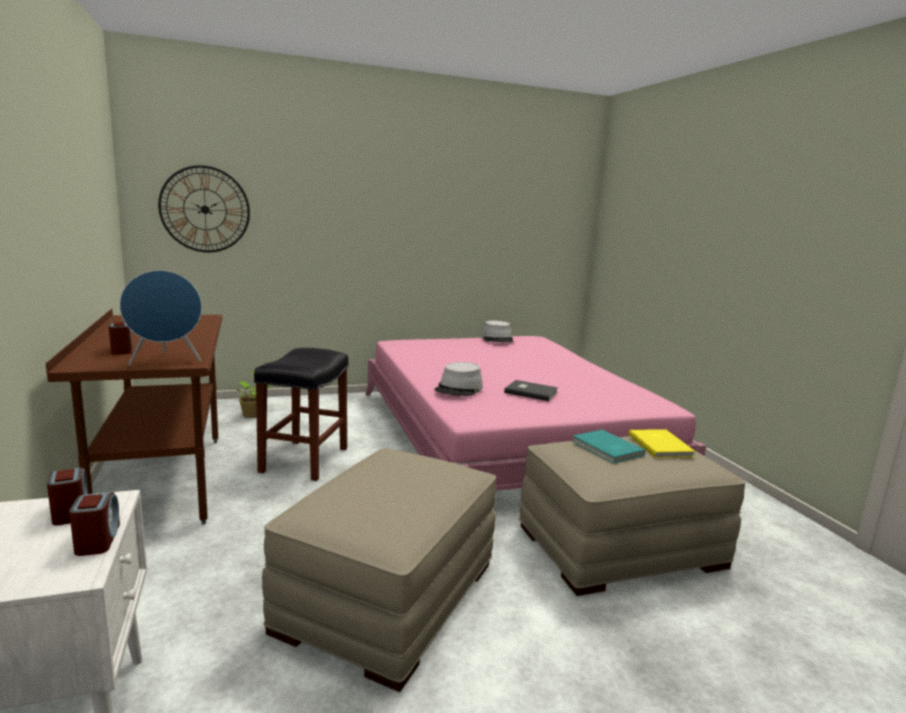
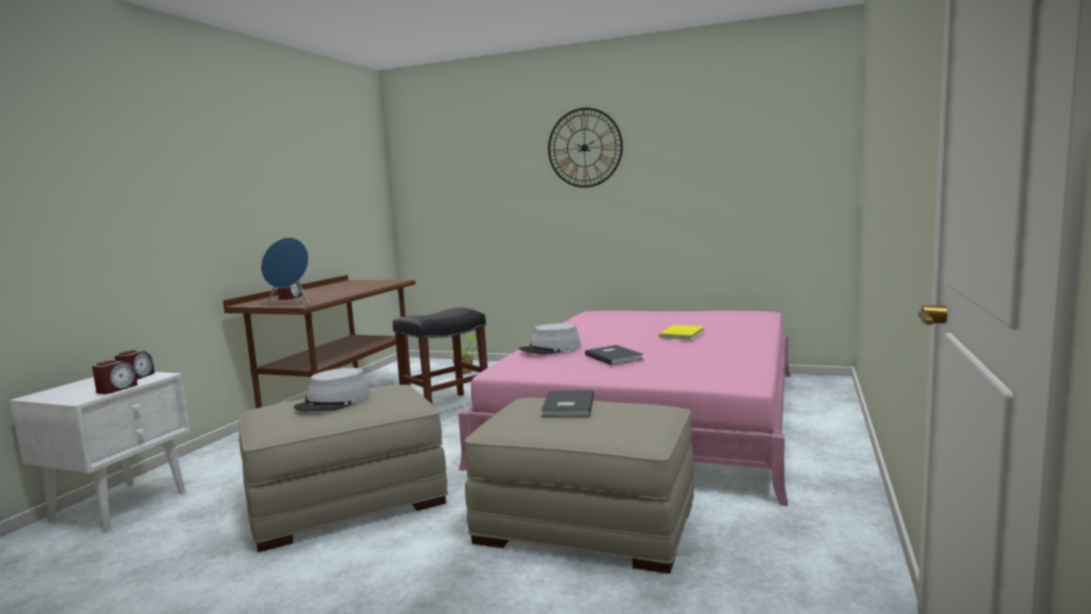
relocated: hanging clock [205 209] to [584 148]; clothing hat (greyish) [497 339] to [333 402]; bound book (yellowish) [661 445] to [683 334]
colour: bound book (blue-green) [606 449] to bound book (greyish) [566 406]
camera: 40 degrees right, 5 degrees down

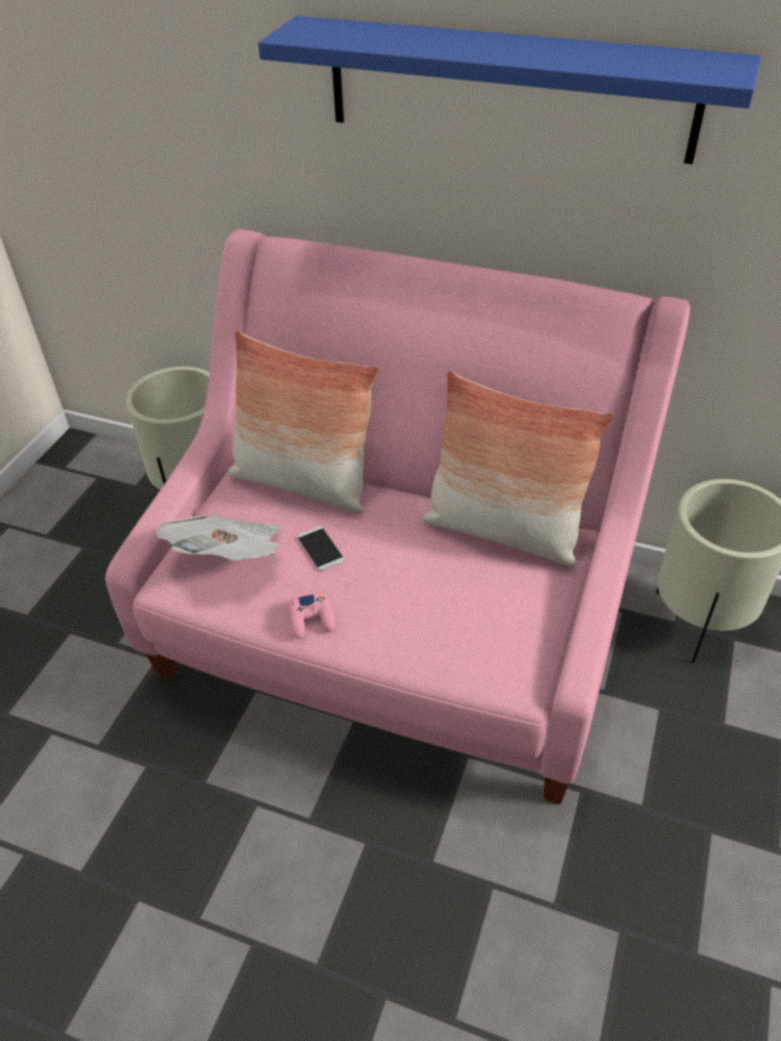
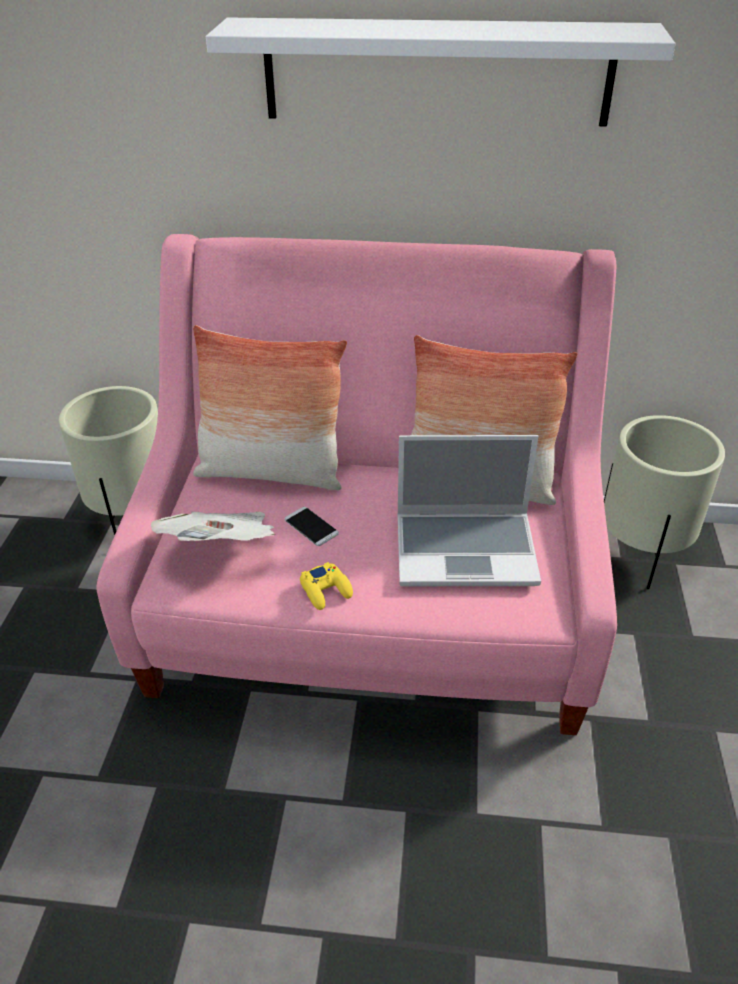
appeared: portable computer [467 549]
colour: shelf (blue-coloured) [508 89] to shelf (whitish) [436 72]; joypad (pinkish) [312 619] to joypad (yellowish) [326 590]
camera: 15 degrees left, 5 degrees down

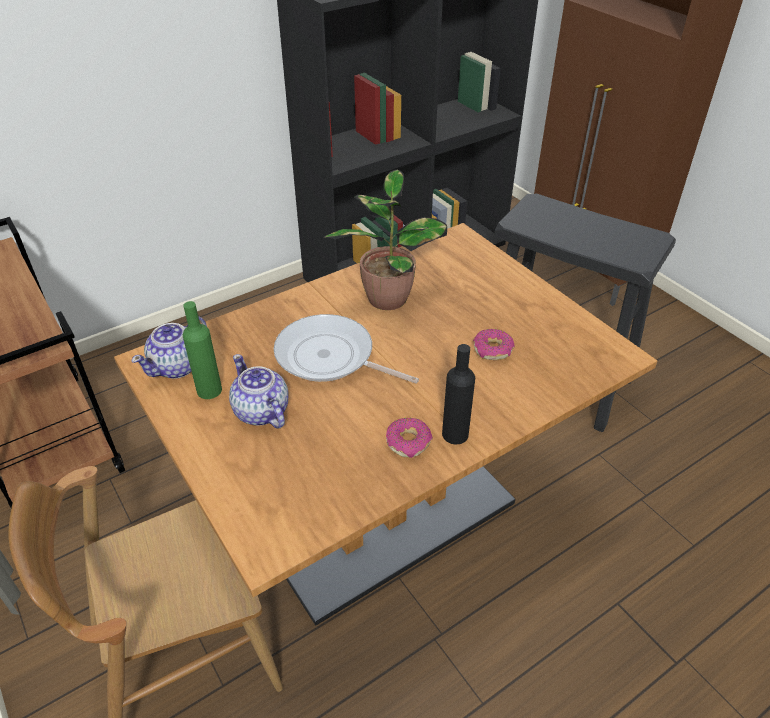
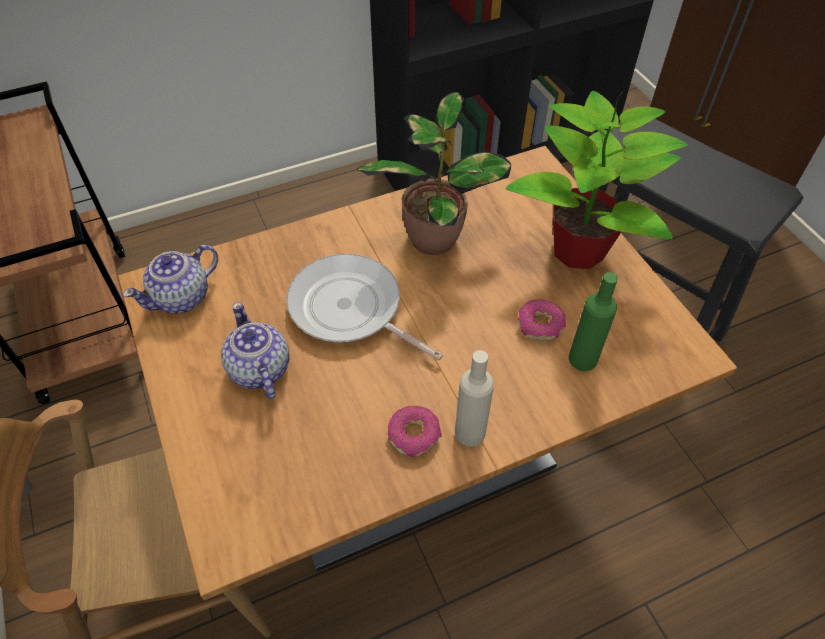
appeared: potted plant [580 250]
relocated: drink bottle (greenish) [209 390] to [583 359]
colour: drink bottle (blackish) [455 434] to drink bottle (beige-coloured) [470 432]
camera: 10 degrees right, 10 degrees up

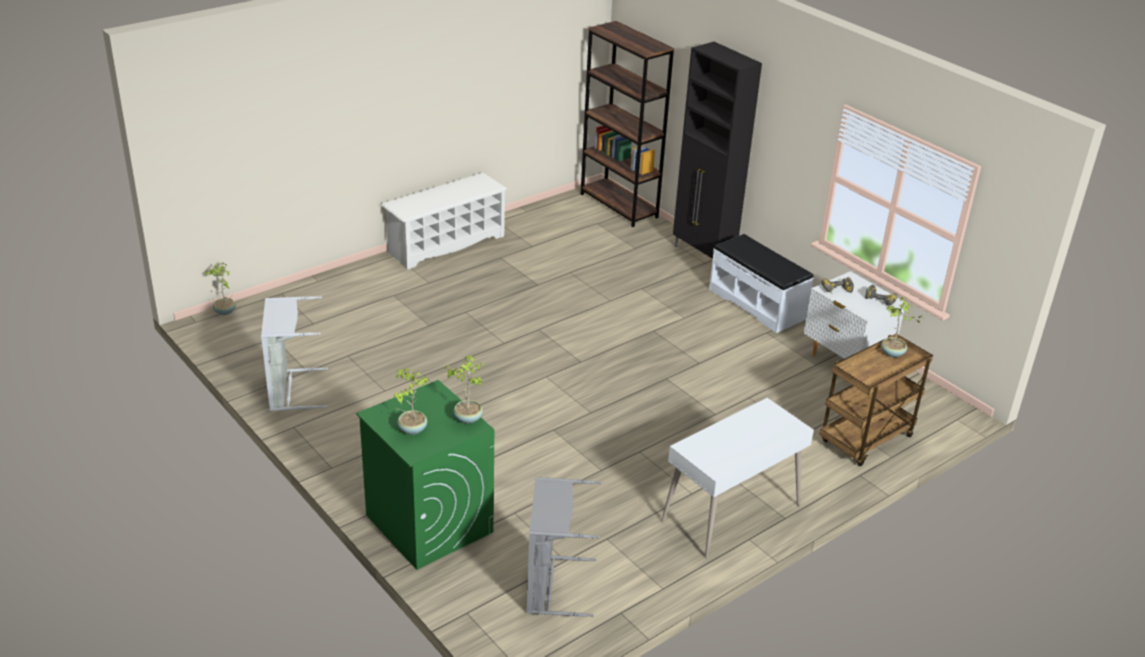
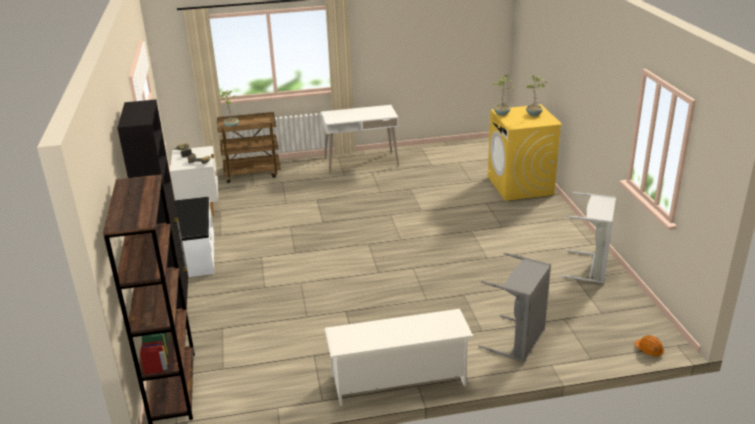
relocated: washing basket (greyish) [551 585] to [519 341]
exchanged: potted plant [224 312] to work helmet (orange) [649 350]
colour: laundry appliance (greenish) [428 523] to laundry appliance (yellowish) [520 186]
camera: 150 degrees left, 5 degrees down

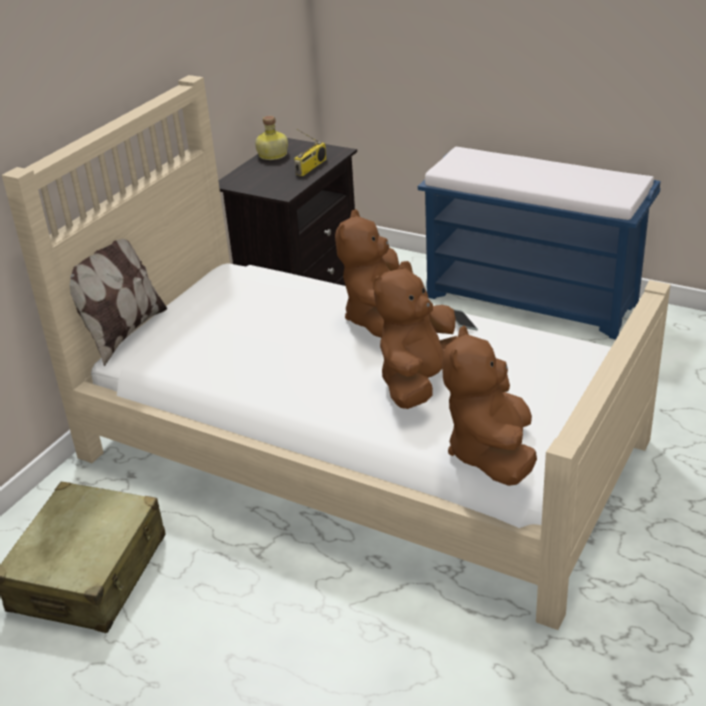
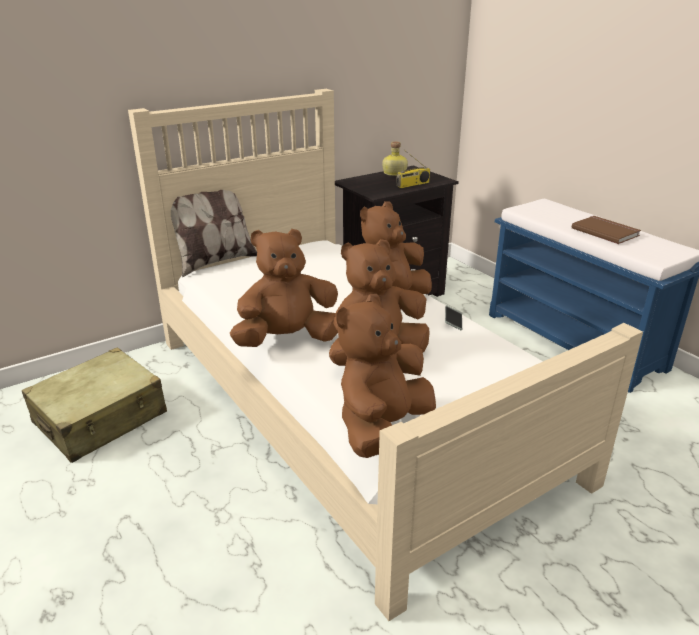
appeared: plush toy (brown-coloured) [287 340]; bound book (brown-coloured) [605 231]
camera: 25 degrees right, 5 degrees down

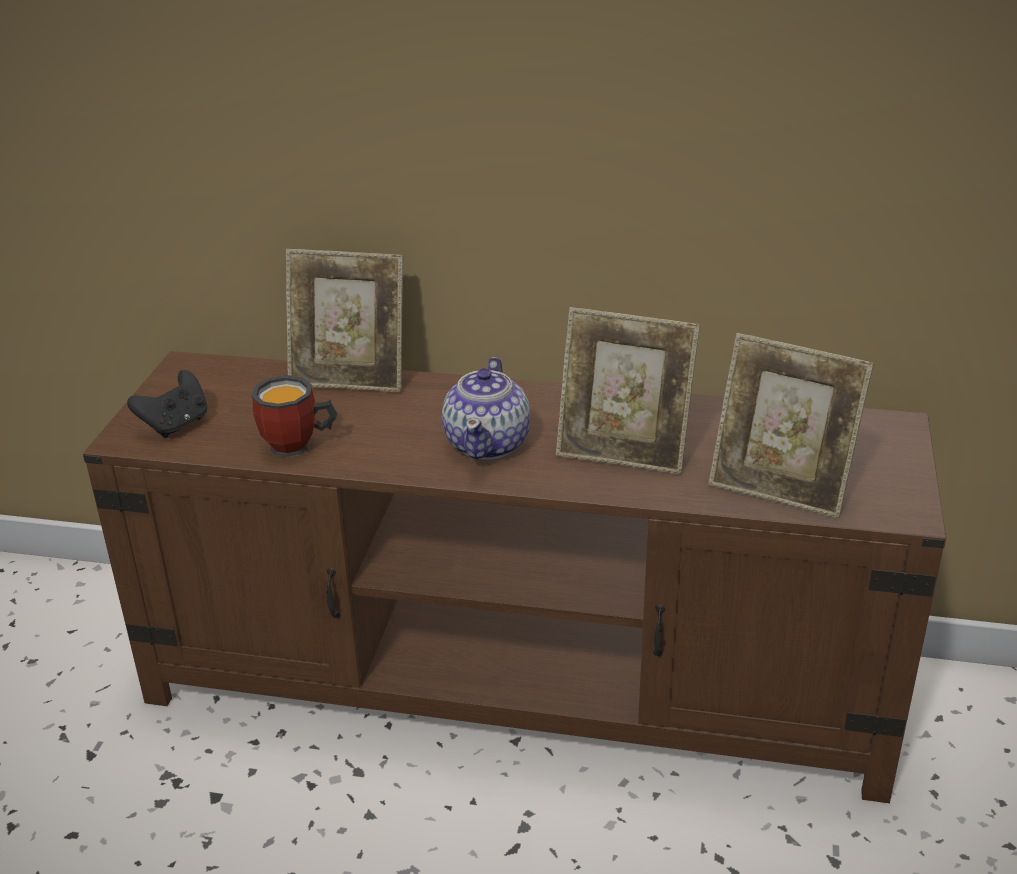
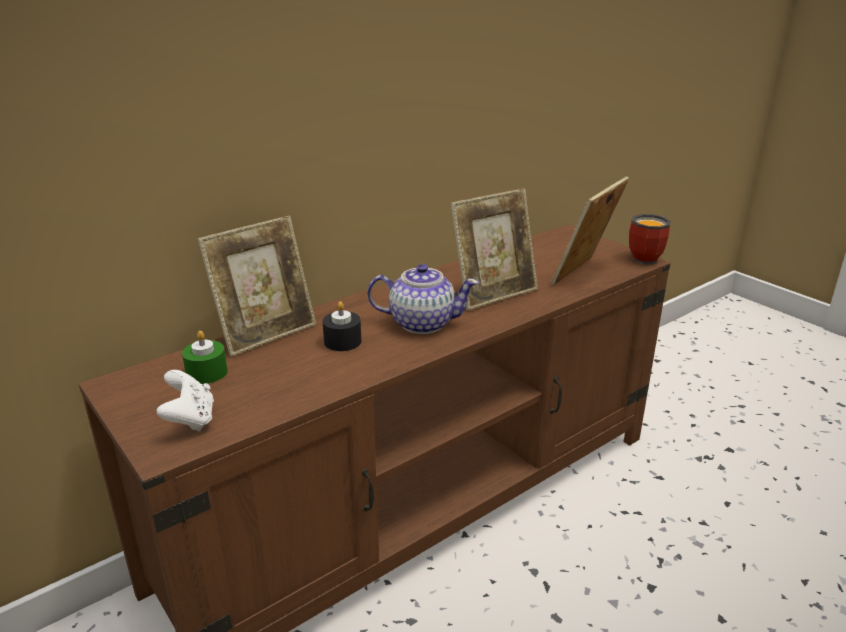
appeared: candle (greenish) [207 373]; candle (blackish) [342 341]
relocated: coffee mug [297 447] to [649 258]
colour: joypad (blackish) [176 425] to joypad (whitish) [190 420]
spun: tea pot [488 443] = [421 323] 45 degrees counterclockwise; picture frame [780 488] = [584 274] 150 degrees clockwise
camera: 50 degrees left, 5 degrees down

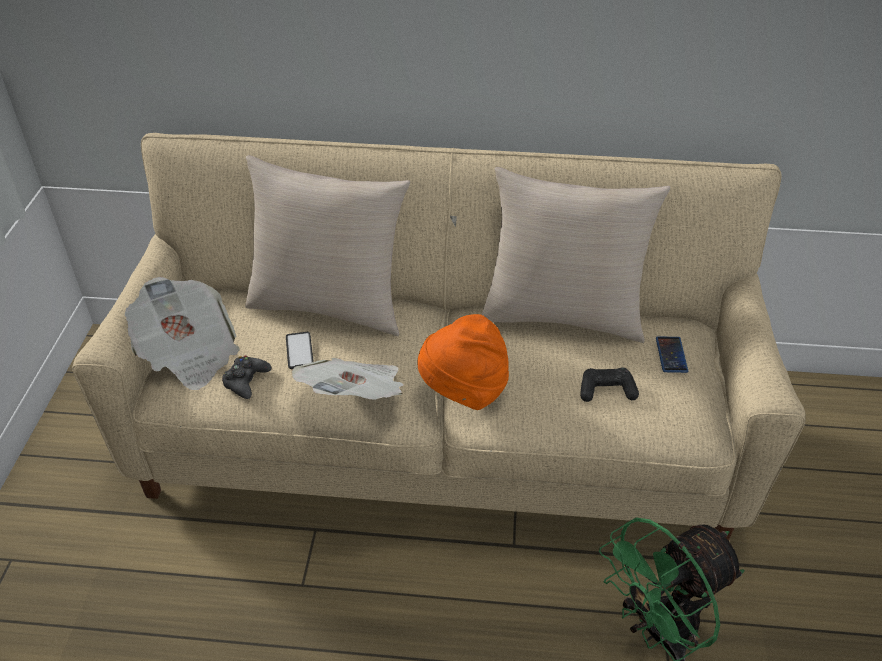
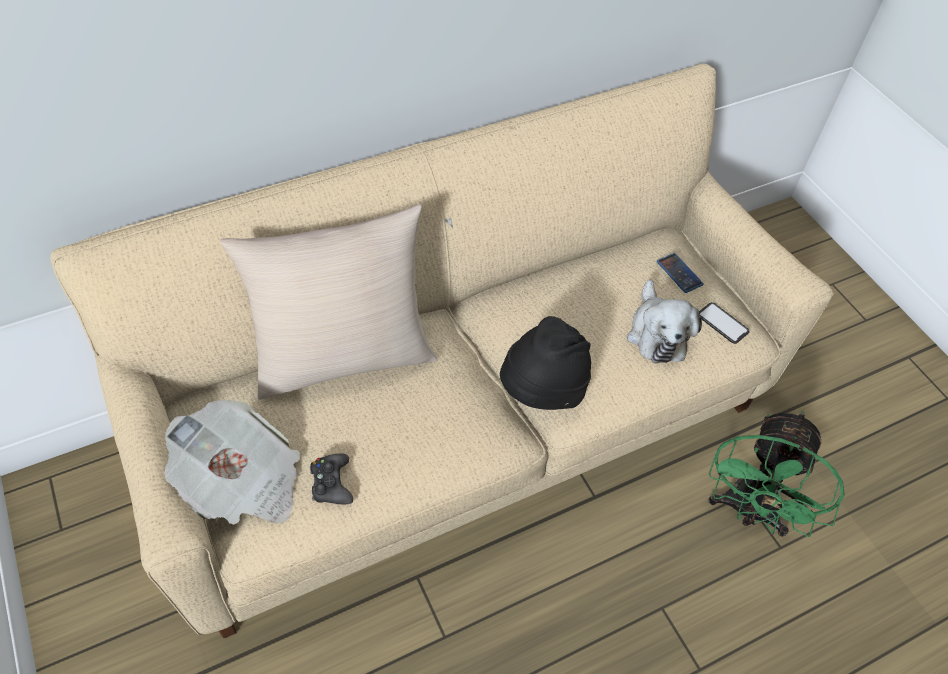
missing: newspaper [355 397]; pillow (beige-coloured) [563 315]
relocated: handset [299 351] to [722 323]
exchanged: joypad (blackish) [606 390] to plush toy [657 333]
colour: clothing hat (orange) [464 390] to clothing hat (blackish) [542 390]
camera: 35 degrees left, 10 degrees up

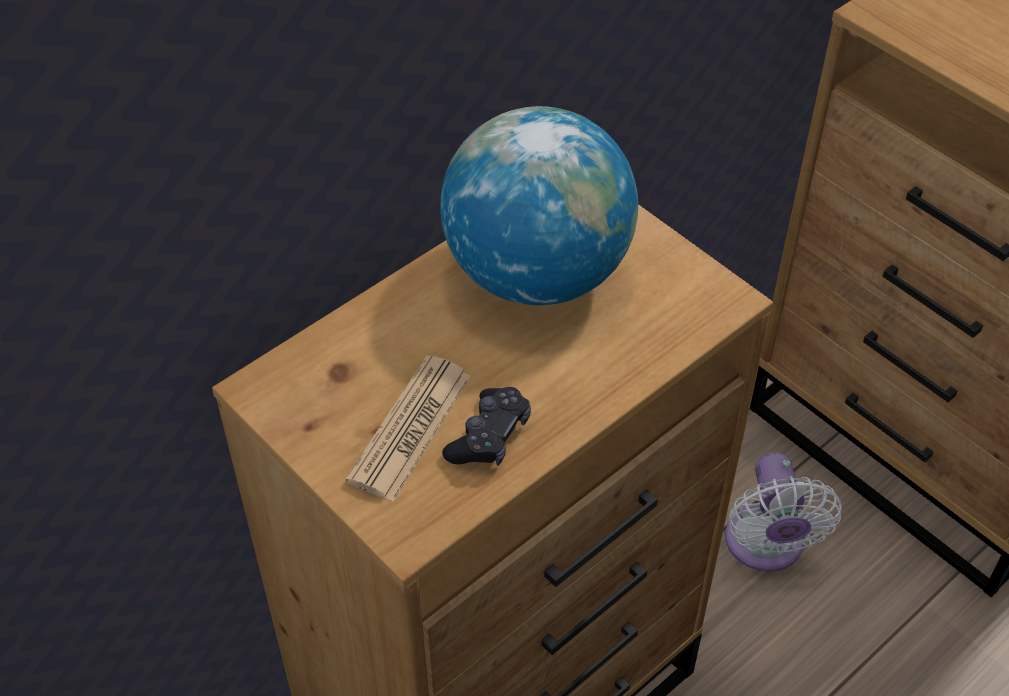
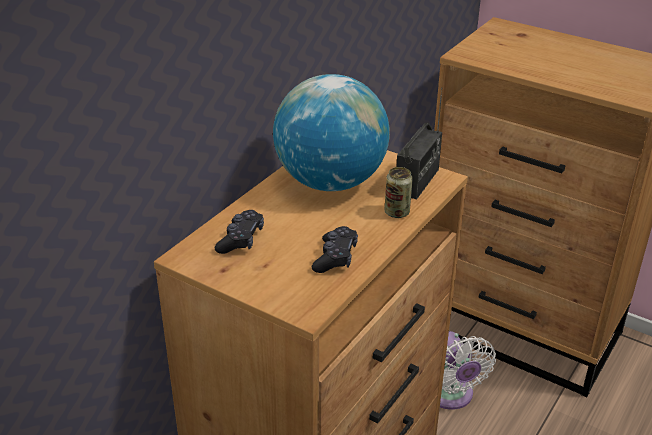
missing: newspaper [410 428]
appeared: joypad (blackish) [241 240]; metal can [397 212]; radio set [417 181]
camera: 15 degrees left, 15 degrees down

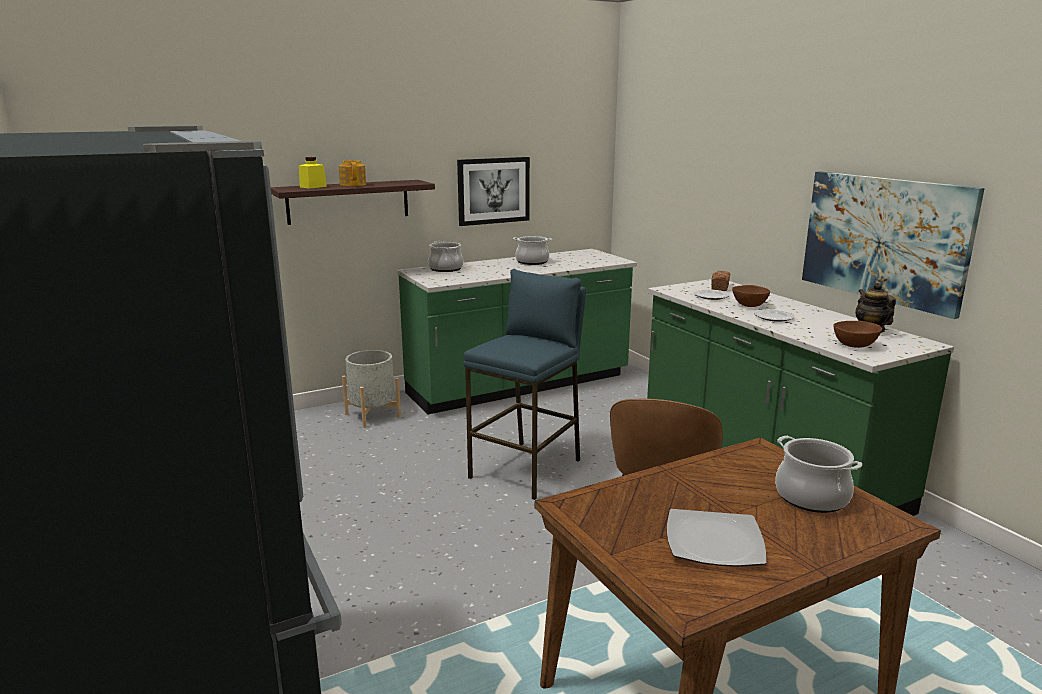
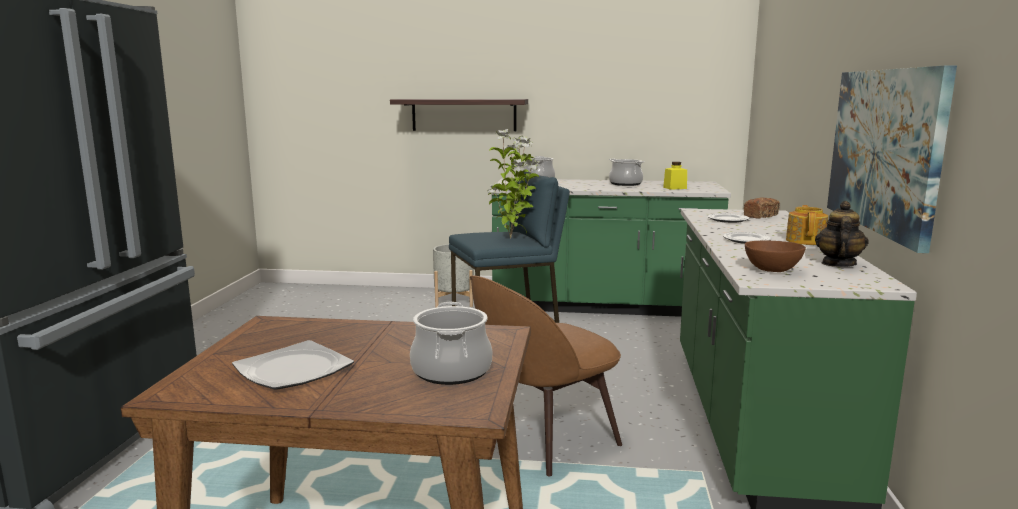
missing: wall art [493 190]; serving bowl (brown-coloured) [749 305]
appeared: potted plant [512 238]
relocated: preserve jar (yellowish) [313 187] to [675 188]; tea pot [353 184] to [805 241]
camera: 35 degrees right, 5 degrees down

